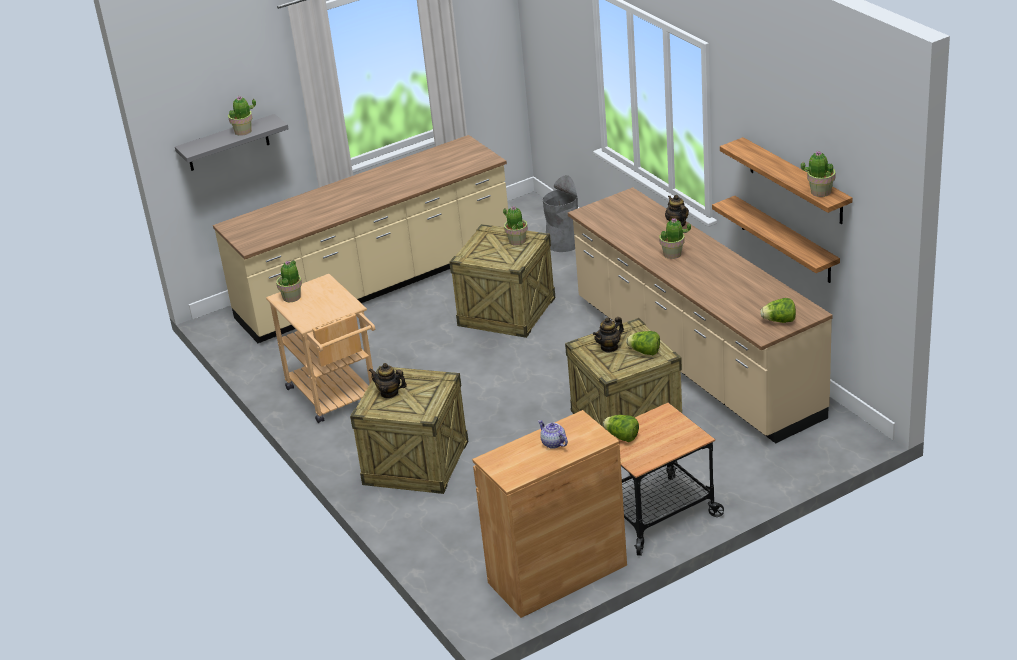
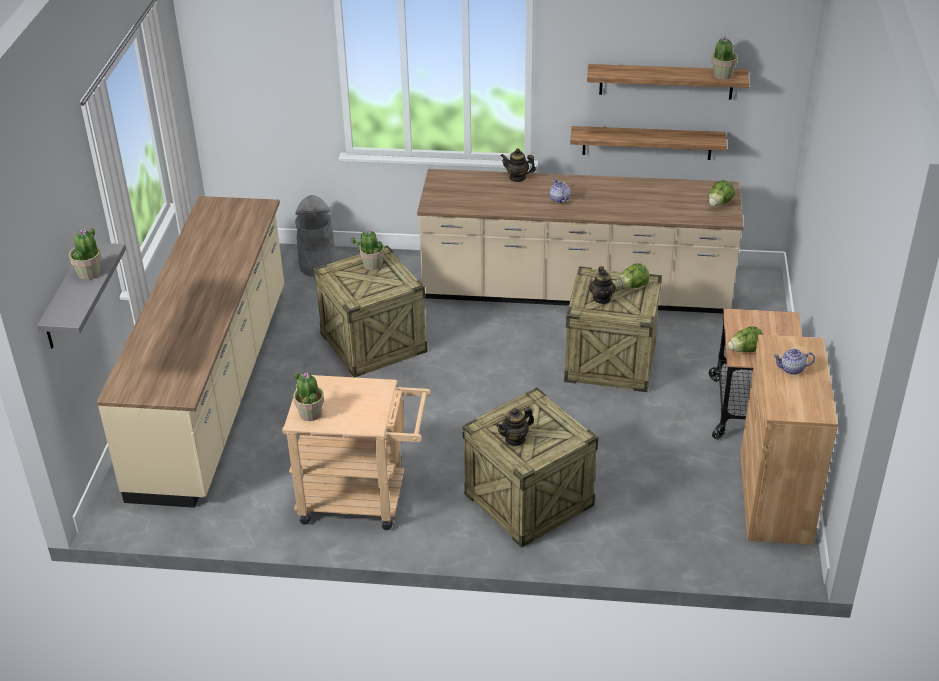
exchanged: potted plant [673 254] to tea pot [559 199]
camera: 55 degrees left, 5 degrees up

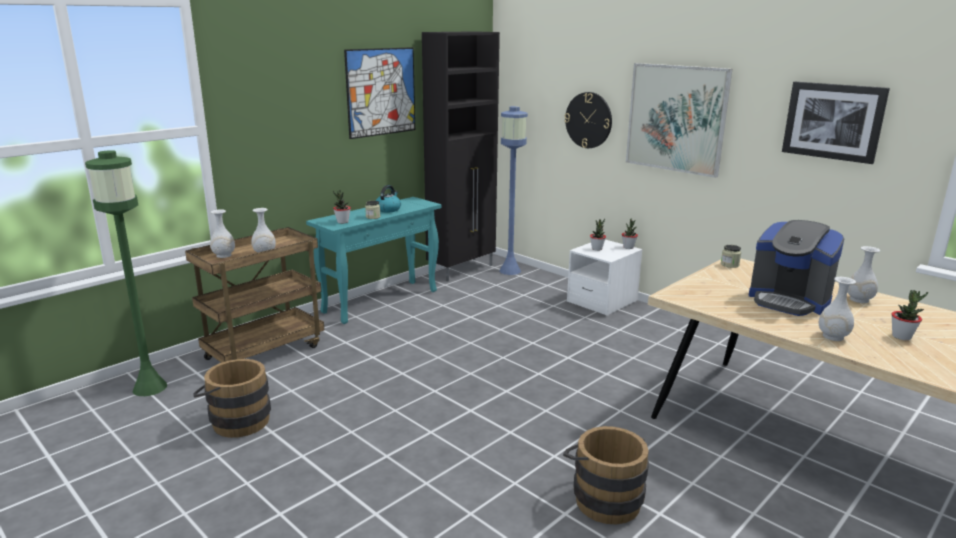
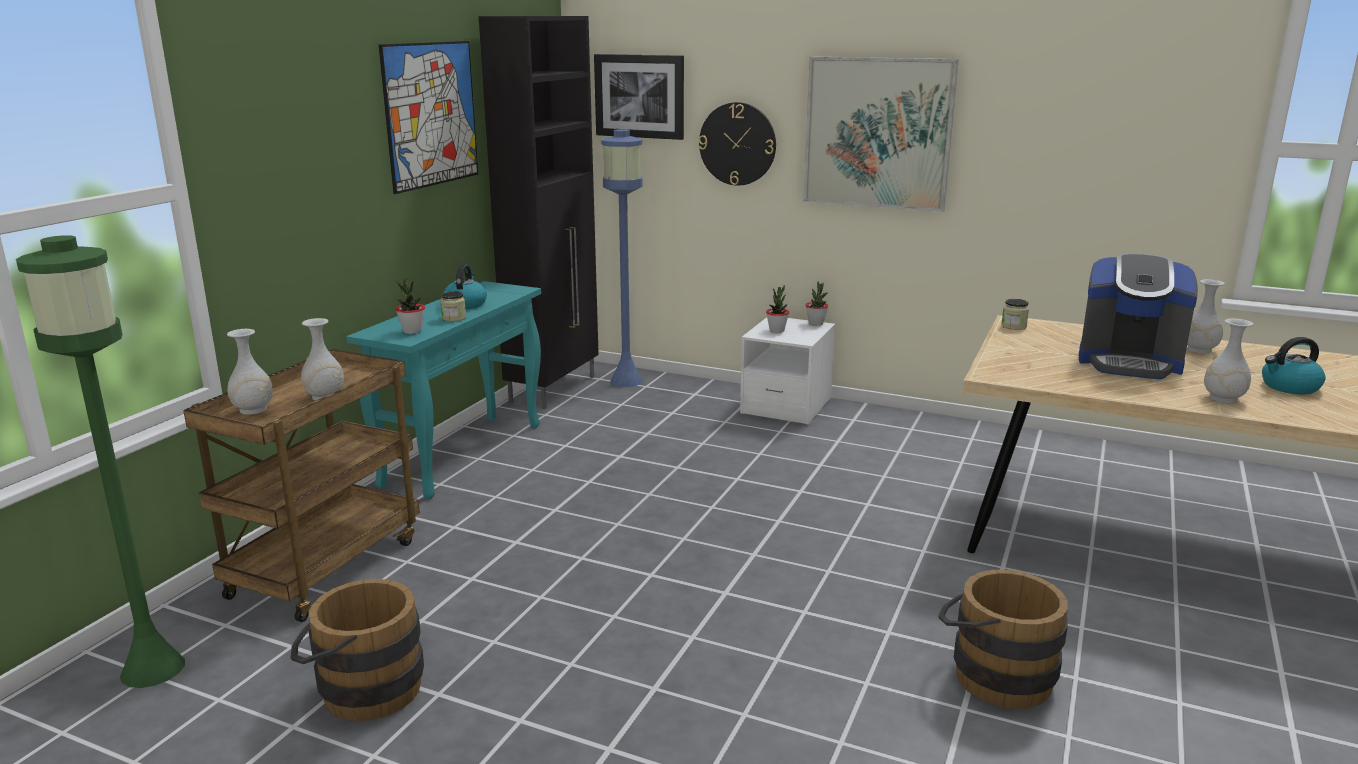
relocated: wall art [833 121] to [639 96]
exchanged: potted plant [901 337] to water kettle [1289 387]
camera: 20 degrees left, 0 degrees up

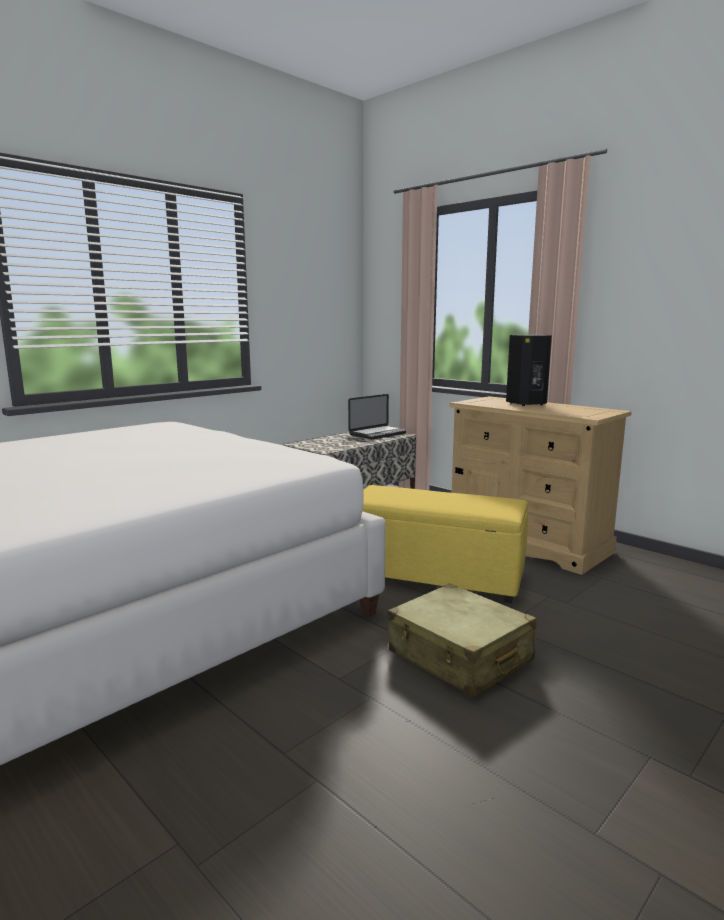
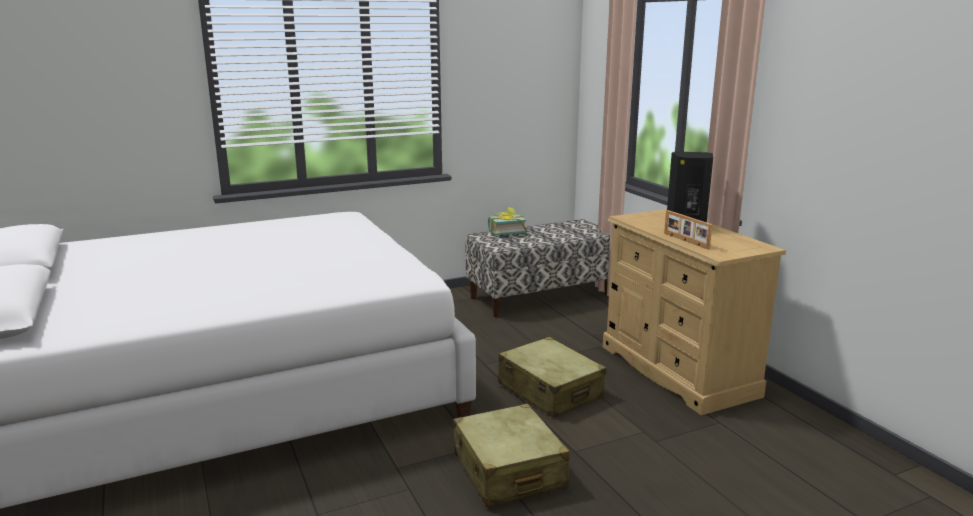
missing: portable computer [379 433]
appeared: bound book [505 232]; picture frame [685 241]
exchanged: pouffe (yellowish) [433 576] to travel case (beige-coloured) [550 391]
camera: 20 degrees right, 5 degrees up

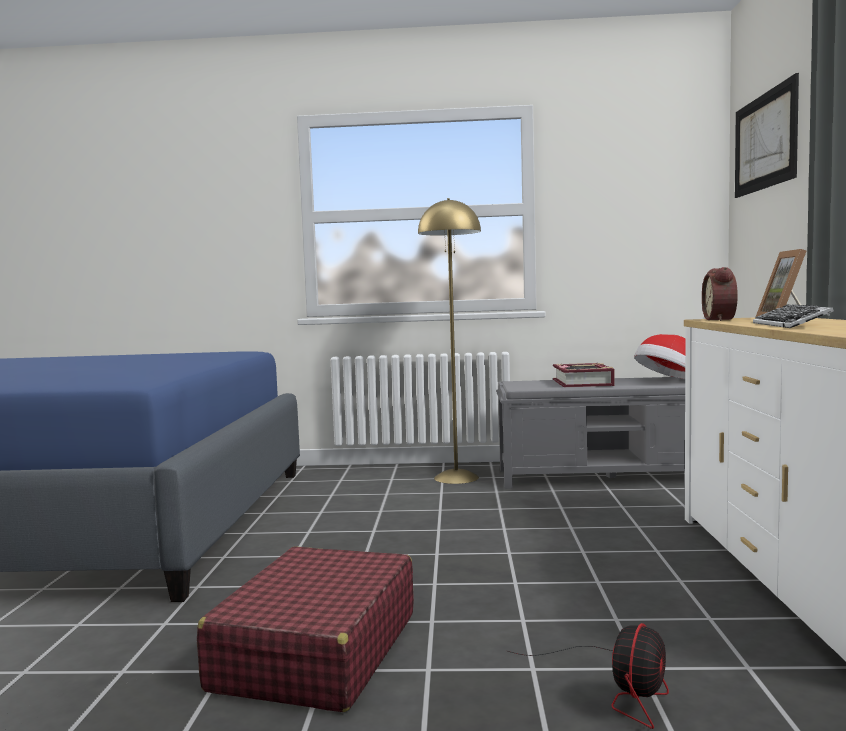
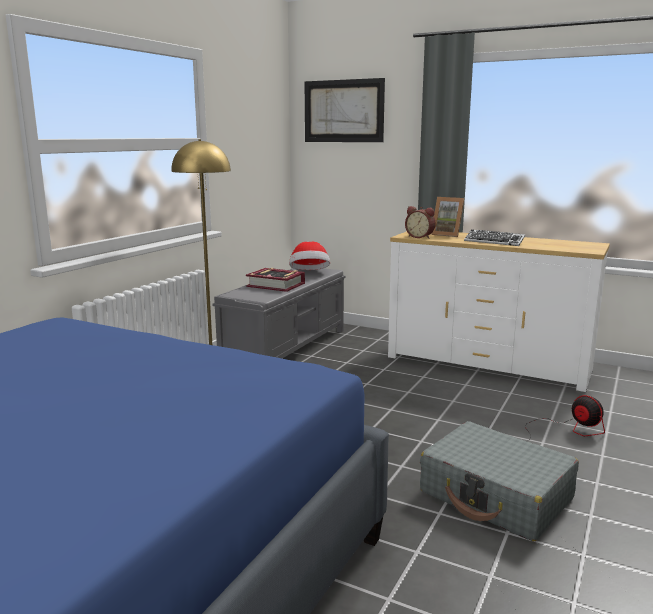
colour: travel case (red) [316 651] to travel case (greyish) [496 496]
camera: 65 degrees left, 10 degrees up

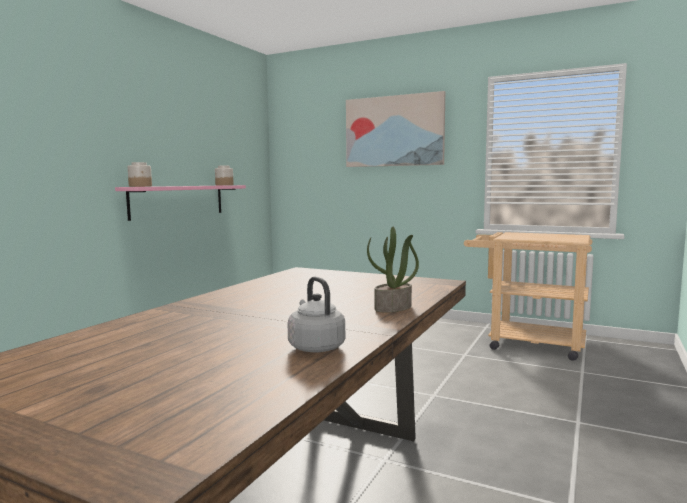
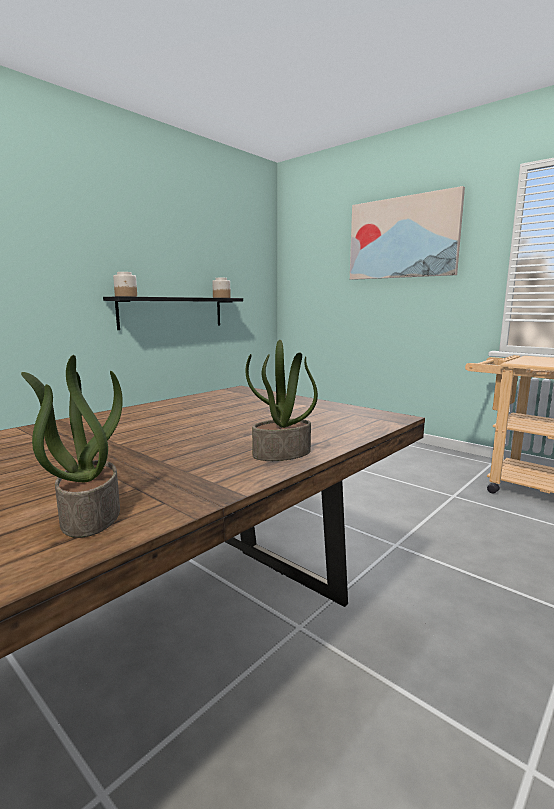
exchanged: water kettle (greyish) [315 346] to potted plant [89 515]
colour: shelf (pinkish) [178 201] to shelf (blackish) [172 312]
camera: 15 degrees right, 5 degrees up

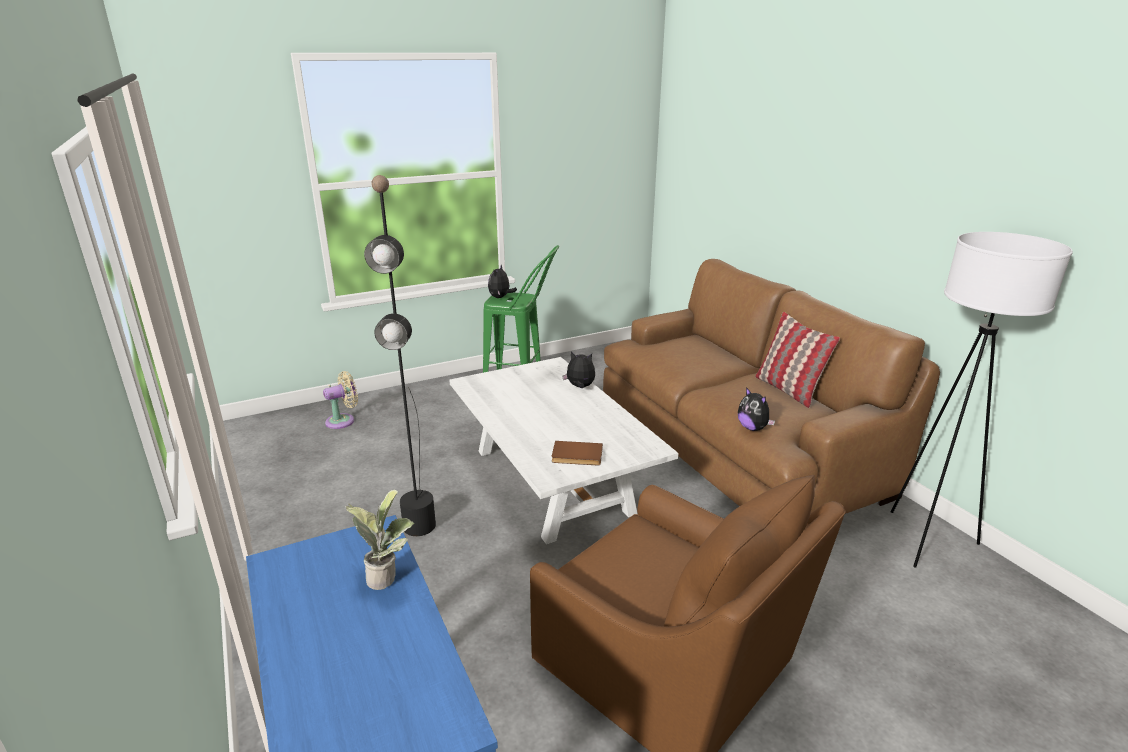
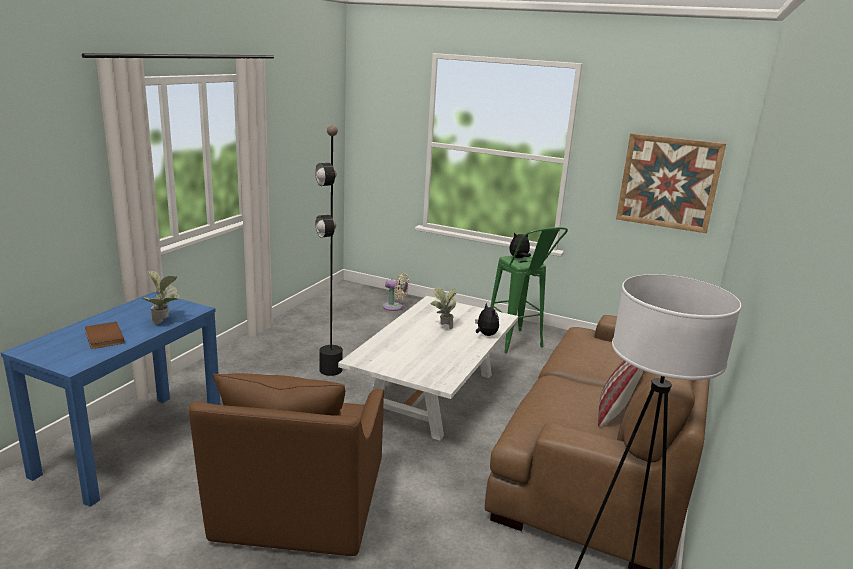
missing: plush toy [753 428]
appeared: potted plant [443 326]; wall art [668 182]
relocated: bound book (brown-coloured) [577 456] to [102 337]
camera: 50 degrees right, 5 degrees down

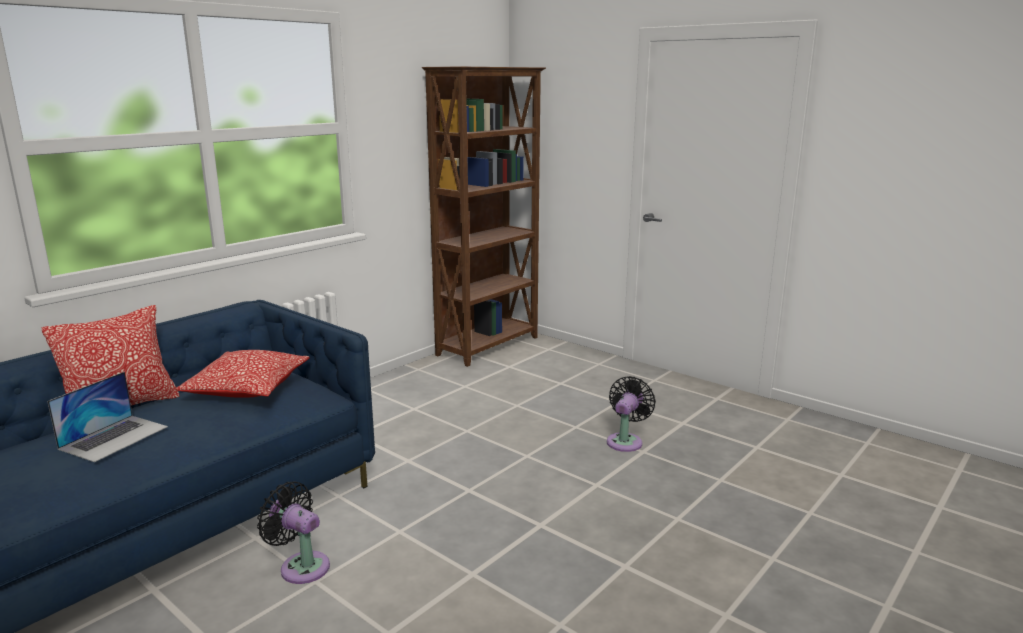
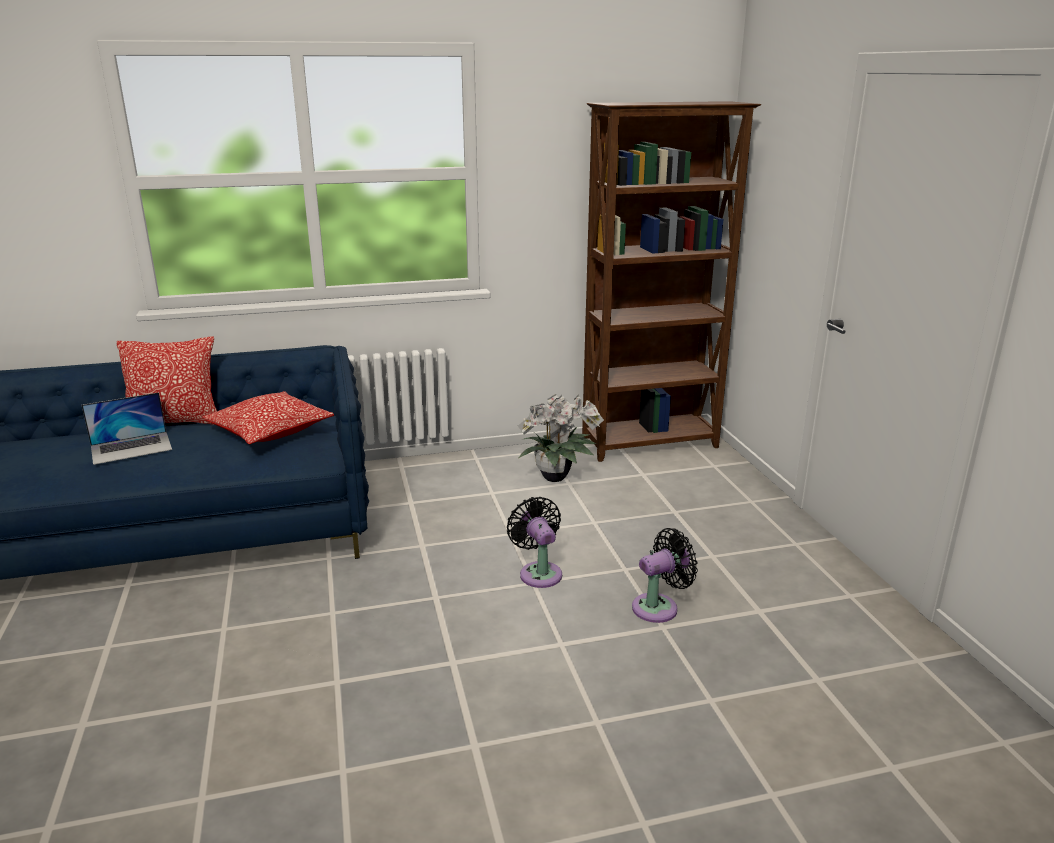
appeared: potted plant [557 478]
relocated: fan (blackish) [301 566] to [539 572]
camera: 35 degrees right, 5 degrees up

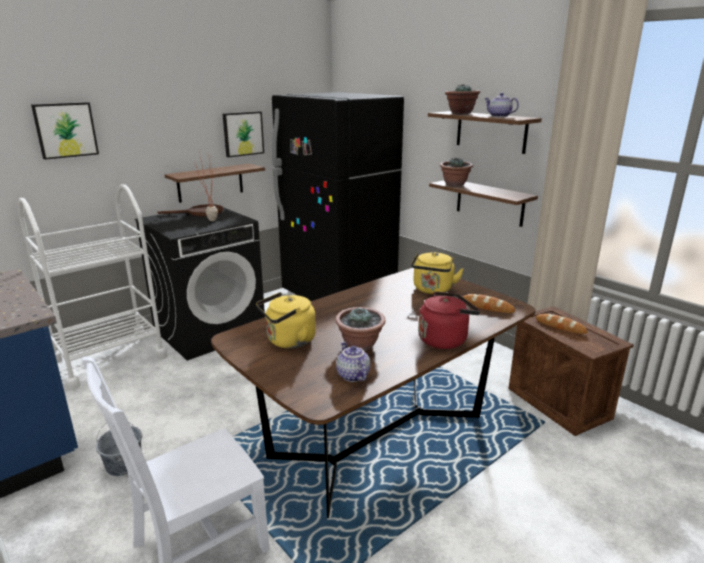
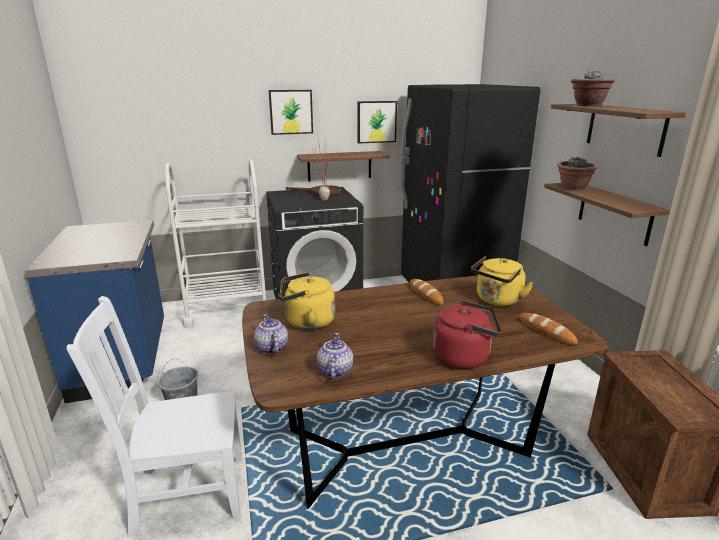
missing: potted plant [360 345]
relocated: wall art [65 130] to [291 112]; tea pot [499 116] to [270 348]; bakery bread [560 326] to [425 294]
camera: 25 degrees right, 0 degrees up

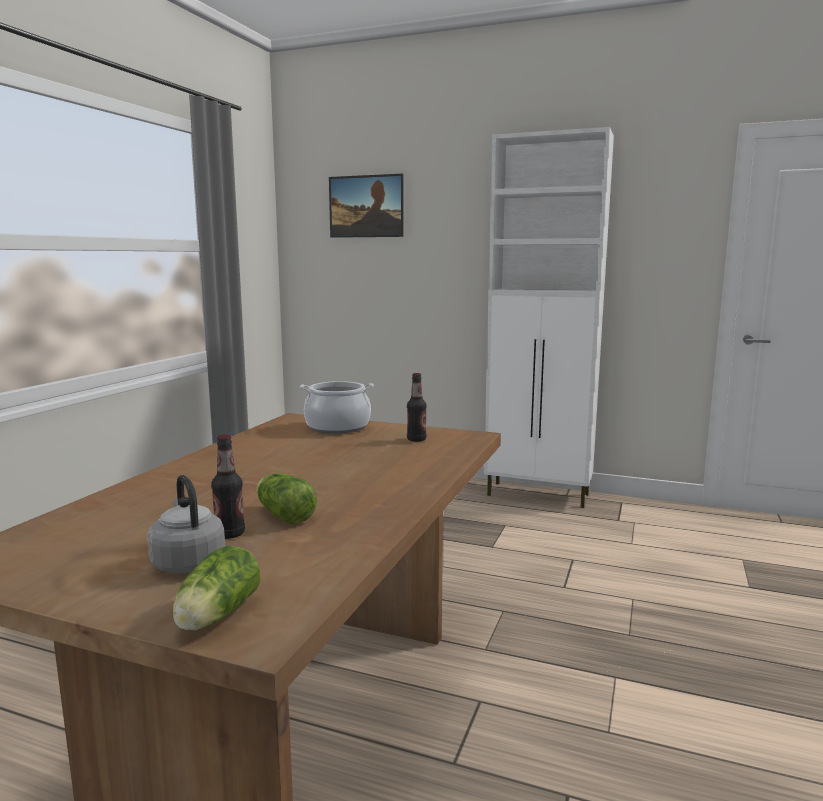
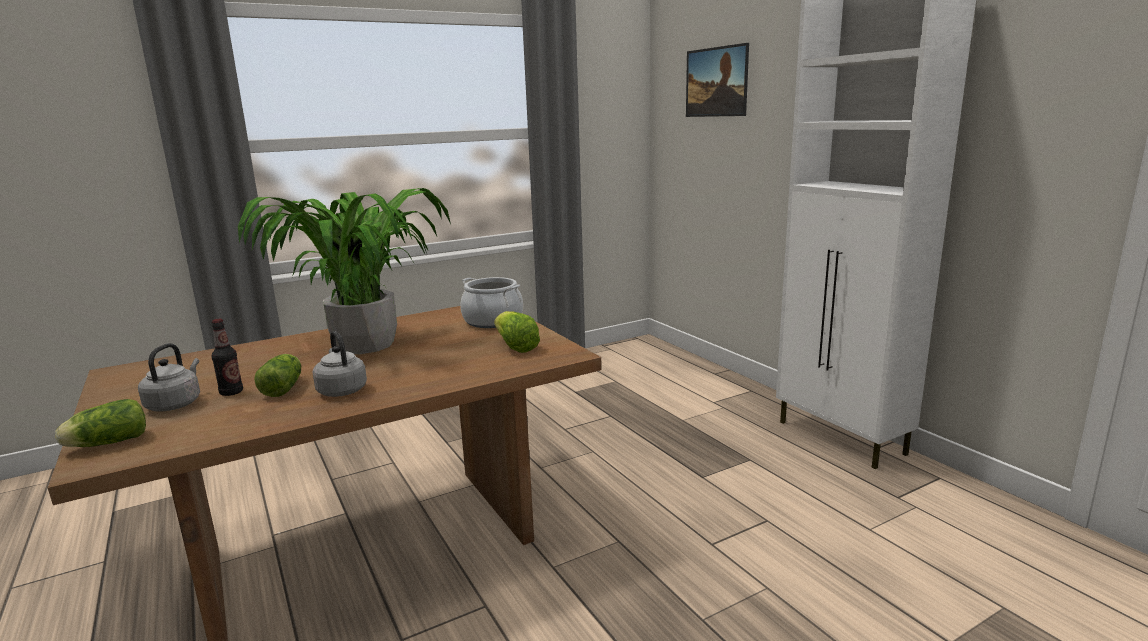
appeared: potted plant [366 344]; water kettle (greyish) [341 390]
exchanged: drink bottle [416 439] to head of lettuce [515 347]
camera: 40 degrees right, 5 degrees up

